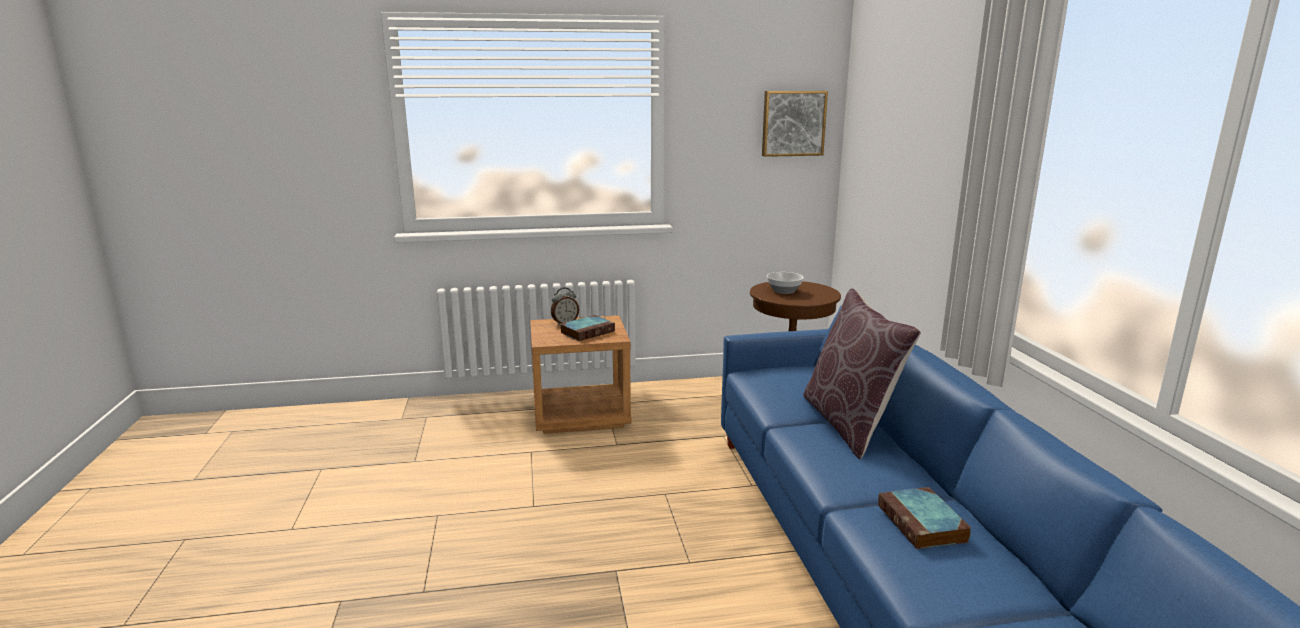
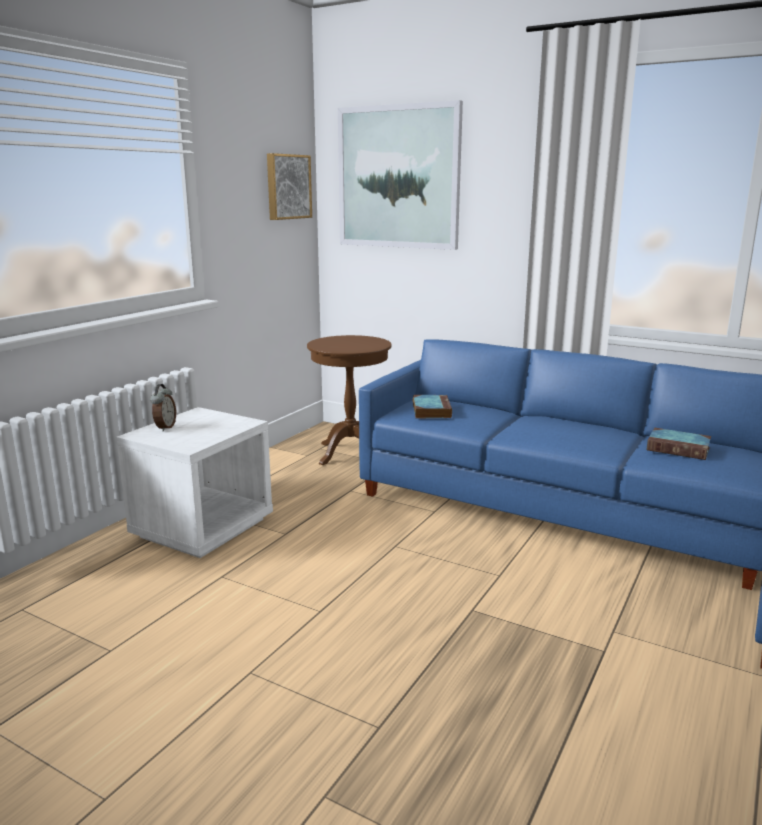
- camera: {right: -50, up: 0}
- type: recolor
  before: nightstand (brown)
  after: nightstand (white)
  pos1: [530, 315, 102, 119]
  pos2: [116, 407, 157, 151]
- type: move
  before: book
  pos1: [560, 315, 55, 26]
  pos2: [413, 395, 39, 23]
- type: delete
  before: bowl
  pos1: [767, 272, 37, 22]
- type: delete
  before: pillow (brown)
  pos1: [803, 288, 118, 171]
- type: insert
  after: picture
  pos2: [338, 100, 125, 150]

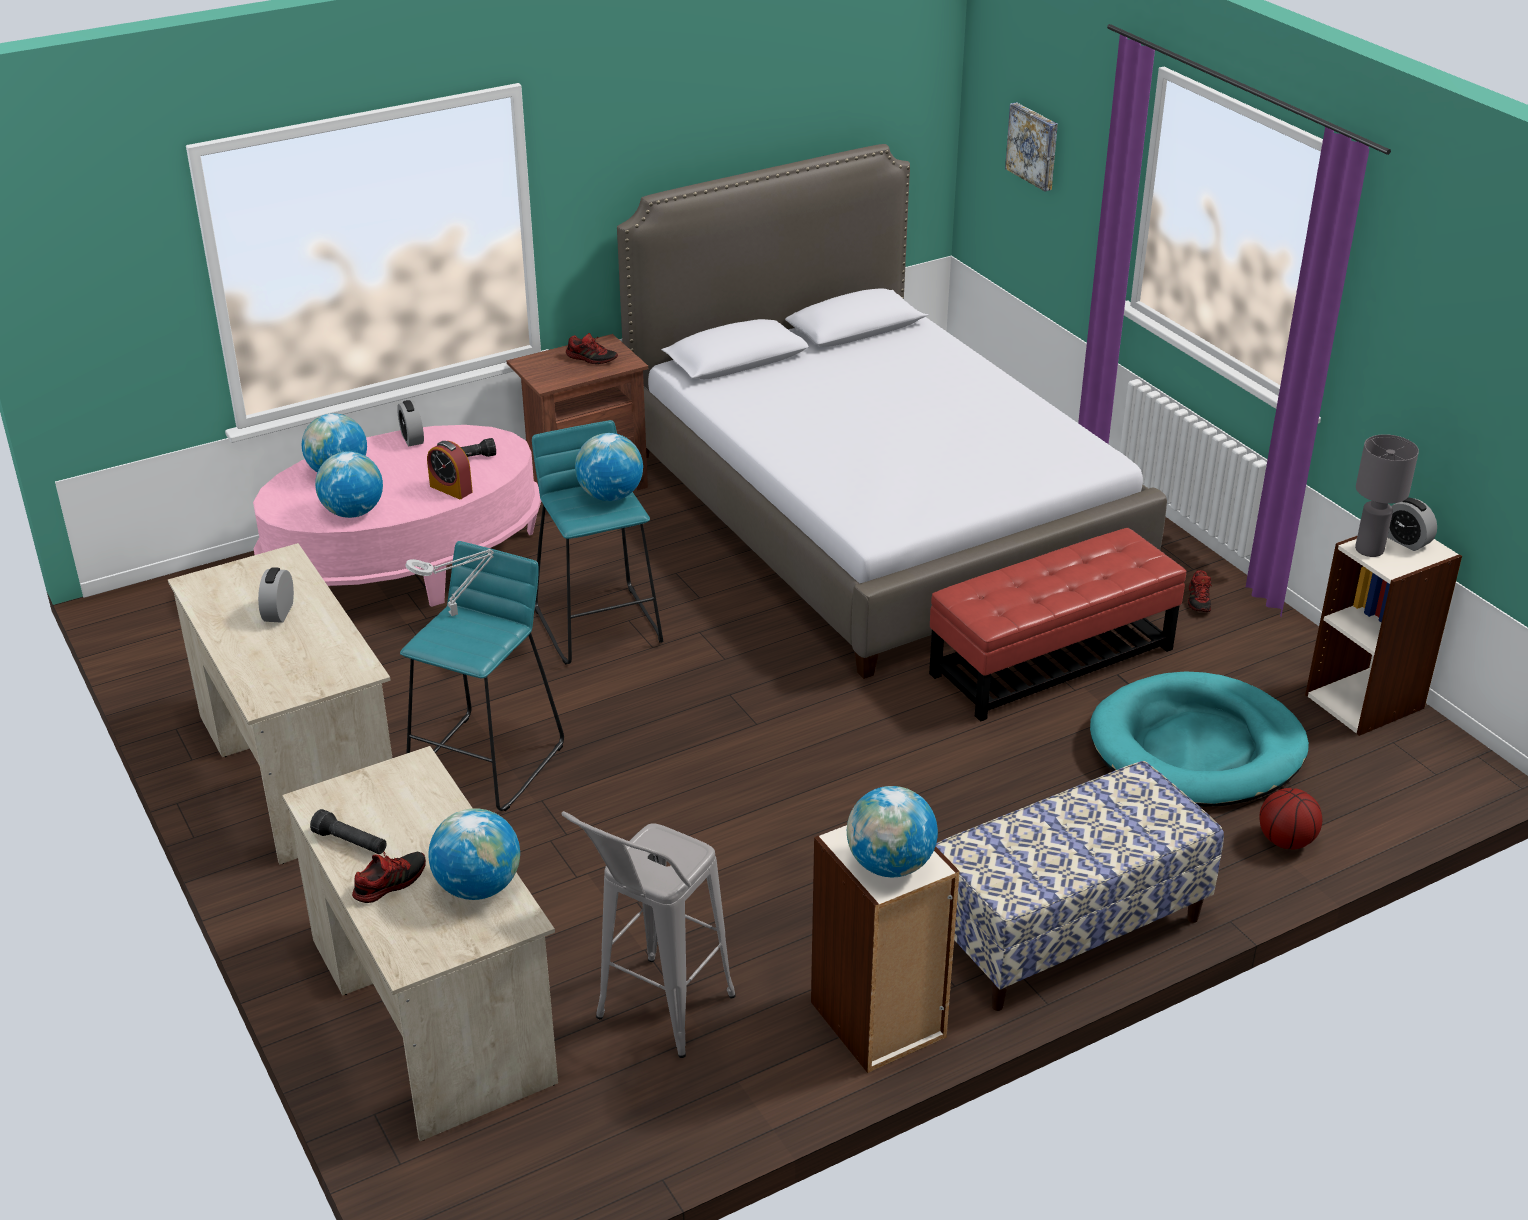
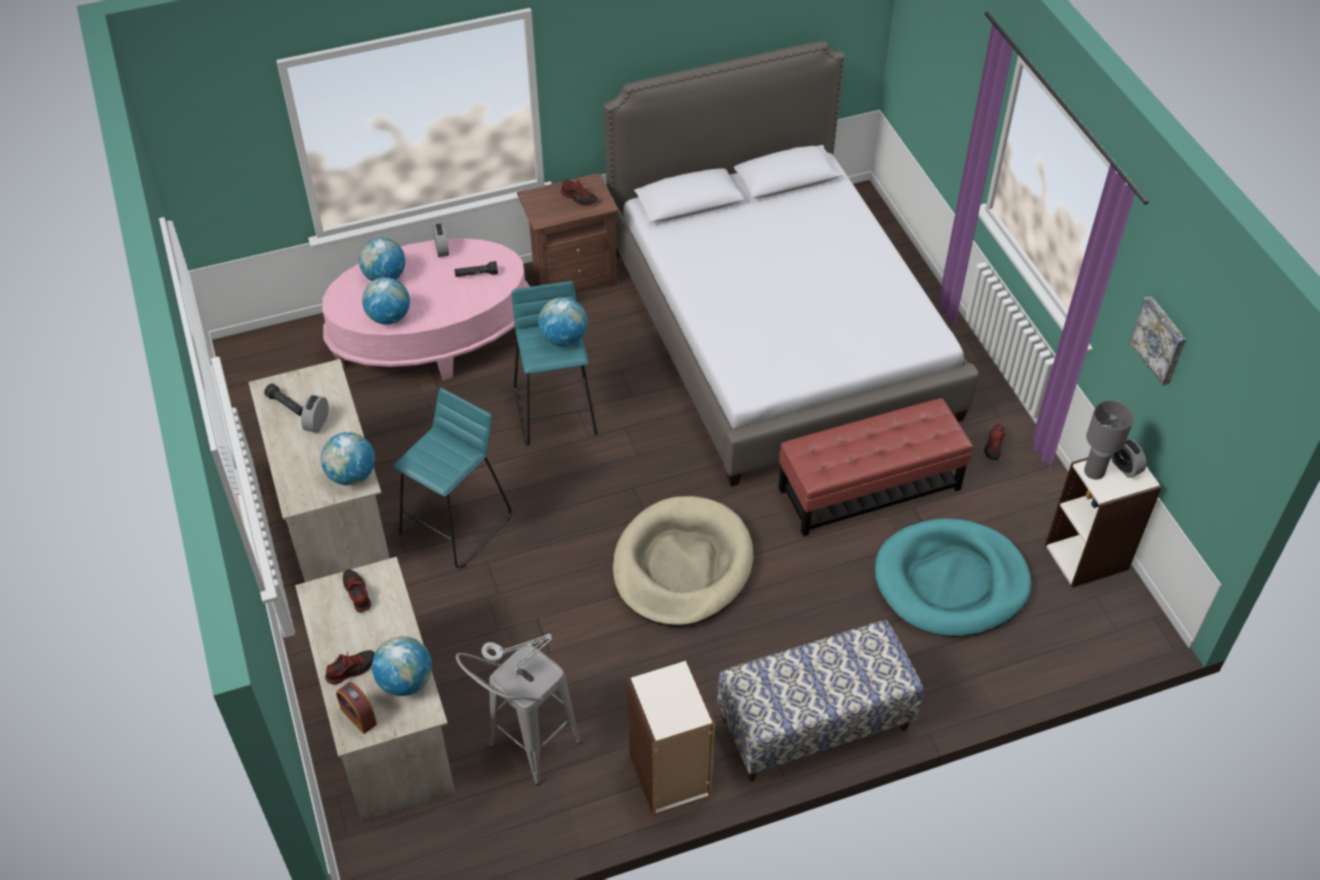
- camera: {right: 10, up: 15}
- type: move
  before: flashlight (black)
  pos1: [310, 809, 77, 45]
  pos2: [264, 384, 39, 32]
- type: move
  before: table lamp (grey)
  pos1: [405, 549, 89, 67]
  pos2: [481, 634, 72, 41]
- type: move
  before: alarm clock
  pos1: [427, 441, 46, 58]
  pos2: [336, 682, 41, 52]
- type: move
  before: globe
  pos1: [847, 786, 91, 91]
  pos2: [321, 432, 54, 53]
- type: move
  before: picture
  pos1: [1005, 102, 53, 89]
  pos2: [1129, 296, 57, 90]
- type: delete
  before: basketball
  pos1: [1259, 788, 63, 62]
- type: insert
  after: shoe
  pos2: [343, 569, 28, 43]
- type: insert
  after: dog bed (beige)
  pos2: [613, 496, 140, 131]

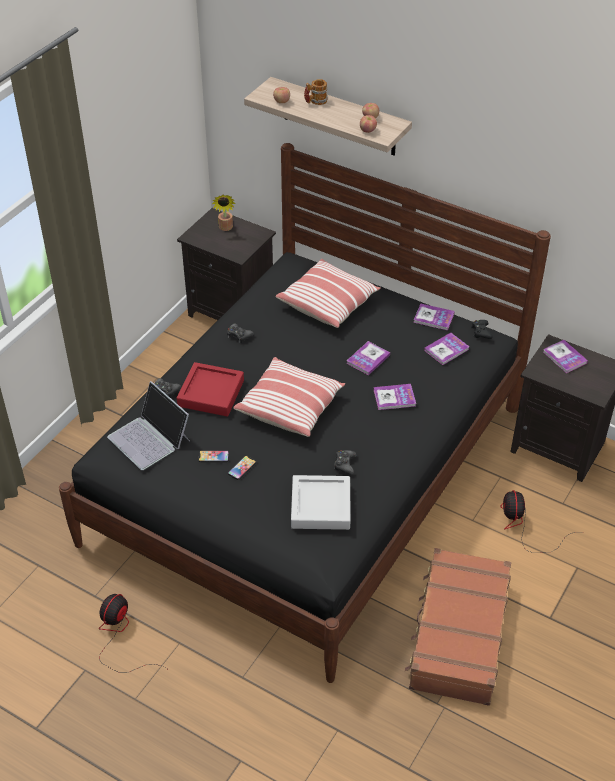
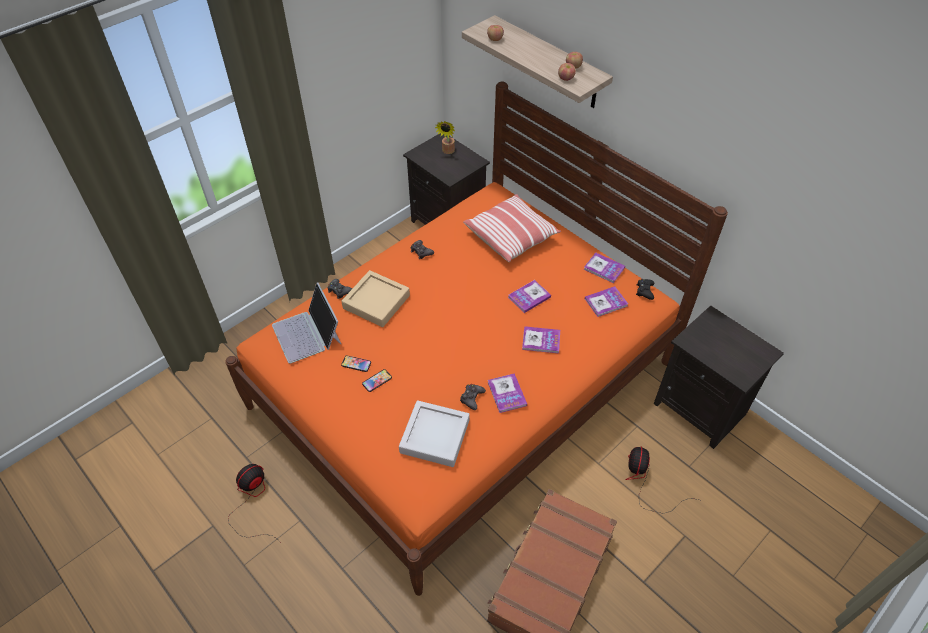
- camera: {right: 15, up: 5}
- type: recolor
  before: bed (black)
  after: bed (orange)
  pos1: [59, 143, 492, 540]
  pos2: [225, 82, 503, 514]
- type: recolor
  before: tray (red)
  after: tray (beige)
  pos1: [177, 362, 67, 55]
  pos2: [341, 270, 69, 57]
- type: delete
  before: pillow
  pos1: [233, 357, 112, 80]
- type: delete
  before: mug
  pos1: [304, 79, 23, 26]
- type: move
  before: book
  pos1: [543, 340, 45, 33]
  pos2: [488, 373, 39, 40]

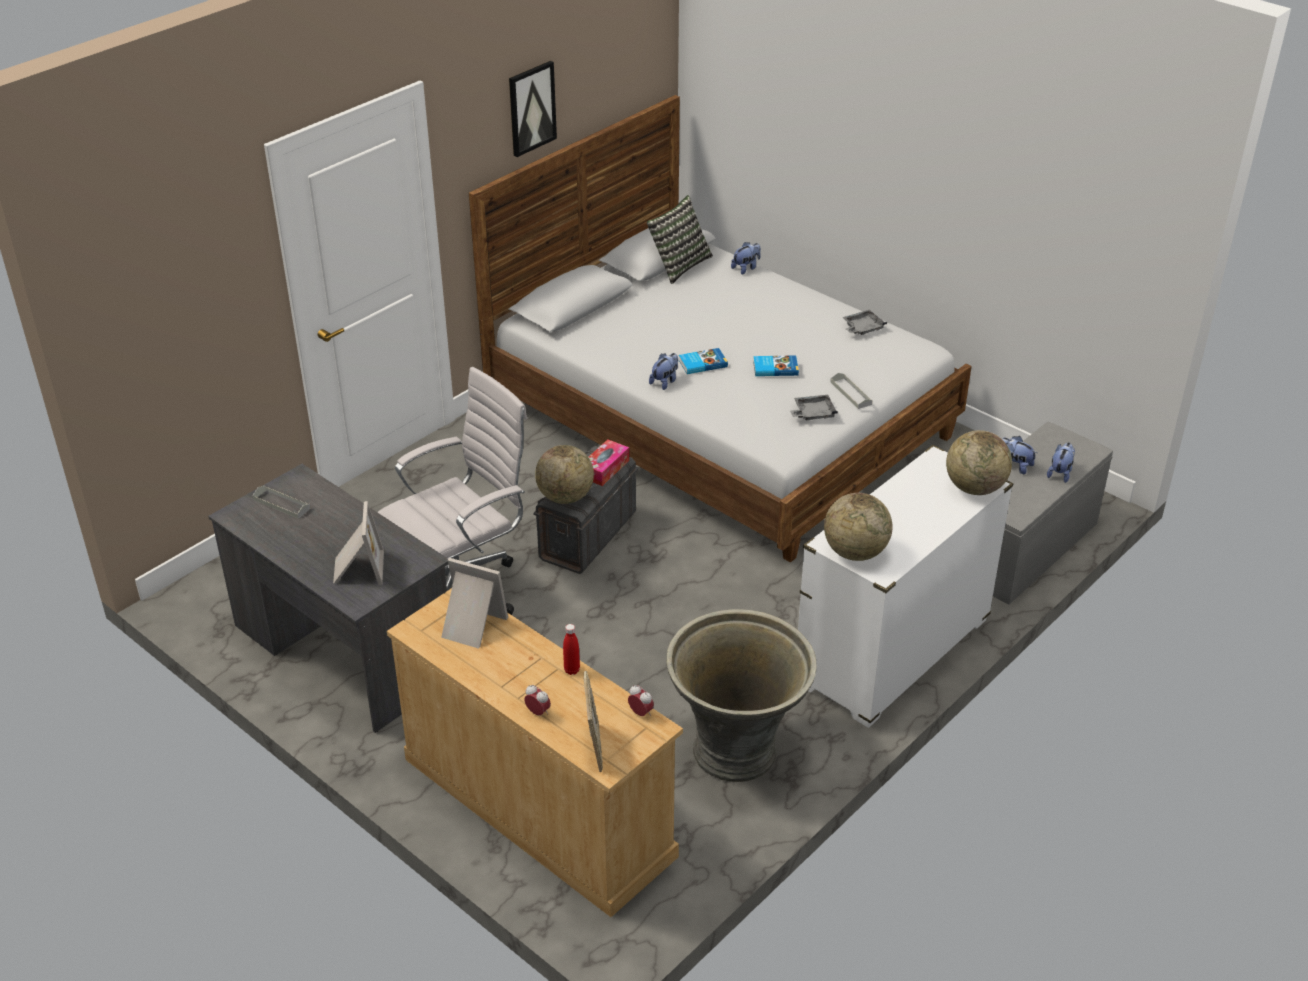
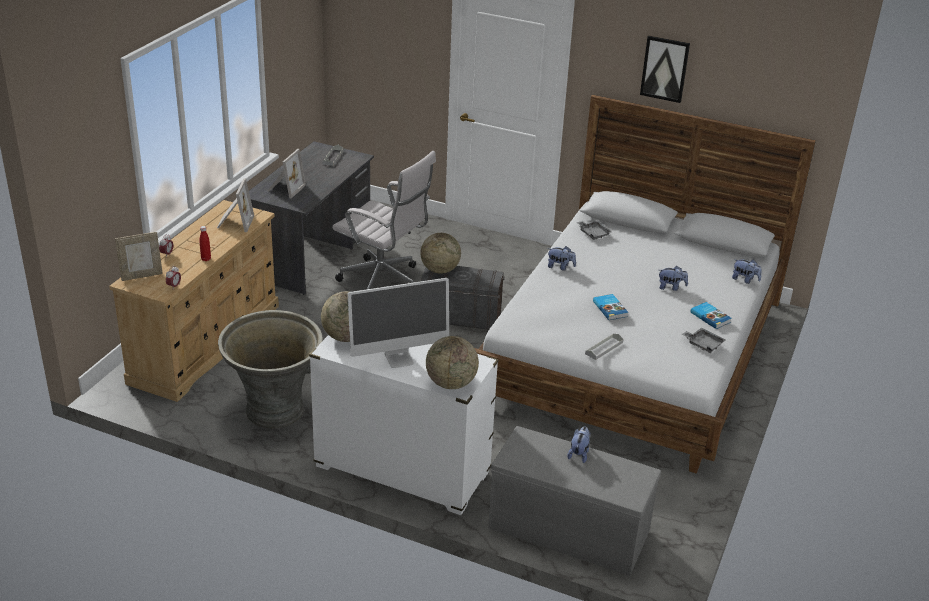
- camera: {right: 70, up: -5}
- type: rotate
  before: picture frame
  pos1: [333, 501, 51, 84]
  pos2: [268, 149, 38, 50]
  turn: -45
- type: delete
  before: tissue box
  pos1: [588, 439, 41, 47]
- type: delete
  before: pillow
  pos1: [647, 195, 66, 89]
- type: move
  before: book
  pos1: [679, 348, 49, 26]
  pos2: [690, 302, 42, 27]
- type: move
  before: tray (grey)
  pos1: [790, 395, 48, 25]
  pos2: [576, 220, 36, 20]
- type: move
  before: plush toy
  pos1: [1047, 442, 28, 41]
  pos2: [659, 266, 29, 25]
- type: insert
  after: monitor
  pos2: [348, 278, 101, 90]

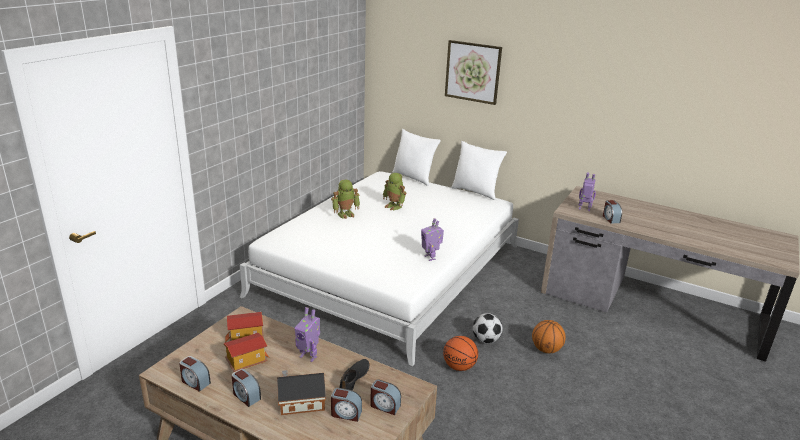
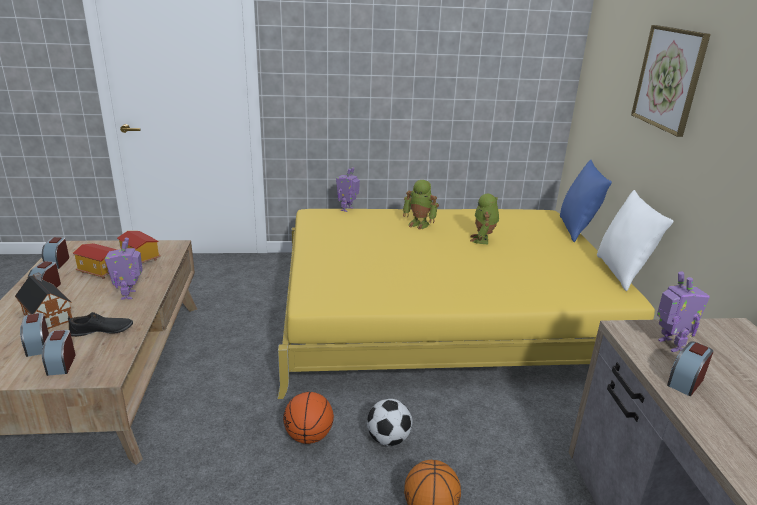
- camera: {right: 55, up: 0}
- type: recolor
  before: bed (white)
  after: bed (yellow)
  pos1: [240, 171, 279, 195]
  pos2: [277, 209, 378, 190]
- type: recolor
  before: pillow (white)
  after: pillow (blue)
  pos1: [392, 129, 49, 57]
  pos2: [560, 160, 52, 82]
- type: move
  before: toy robot
  pos1: [421, 218, 23, 43]
  pos2: [336, 167, 24, 45]

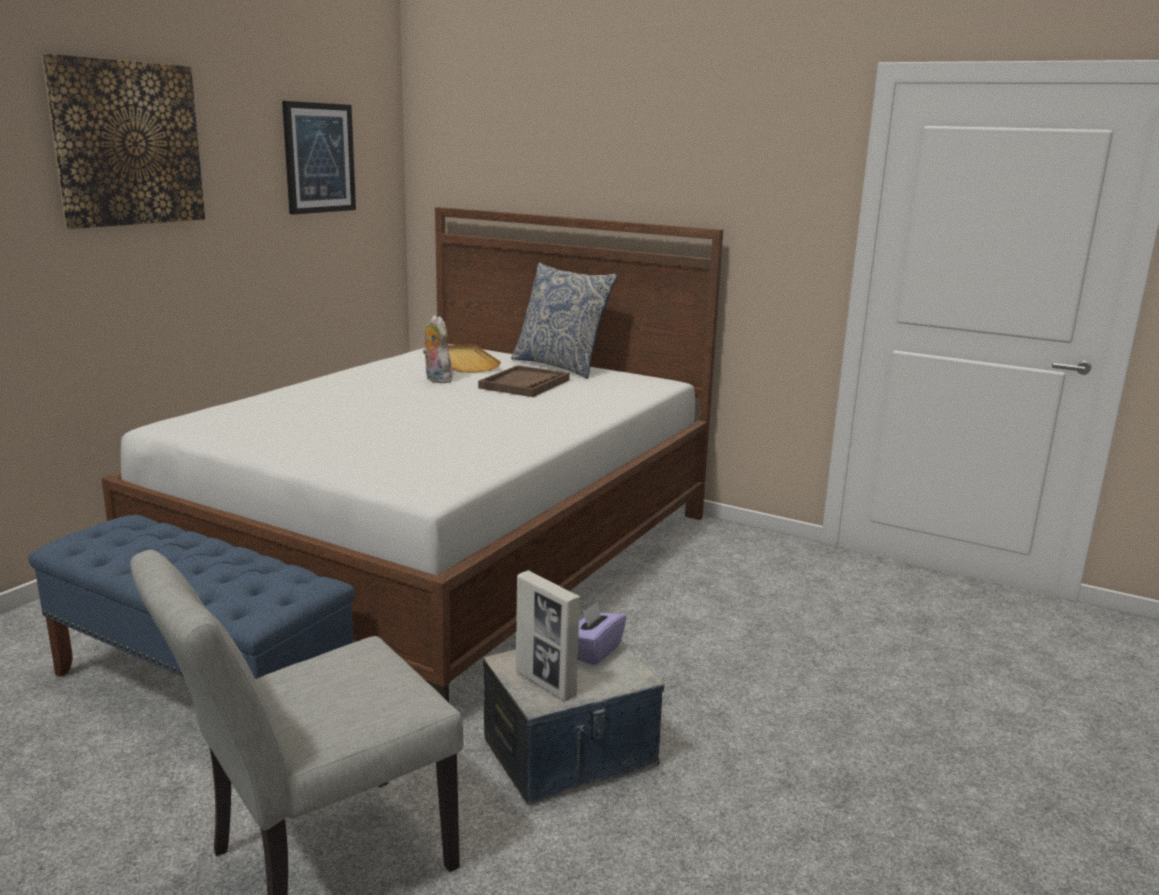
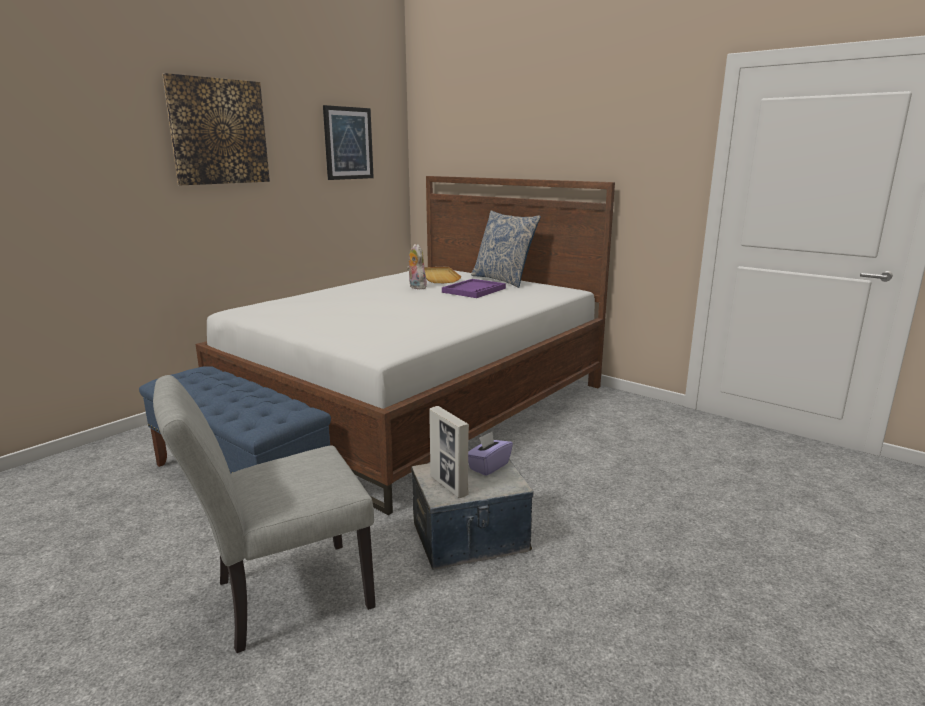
- camera: {right: 10, up: 0}
- type: recolor
  before: tray (brown)
  after: tray (purple)
  pos1: [478, 365, 92, 32]
  pos2: [442, 279, 64, 19]

